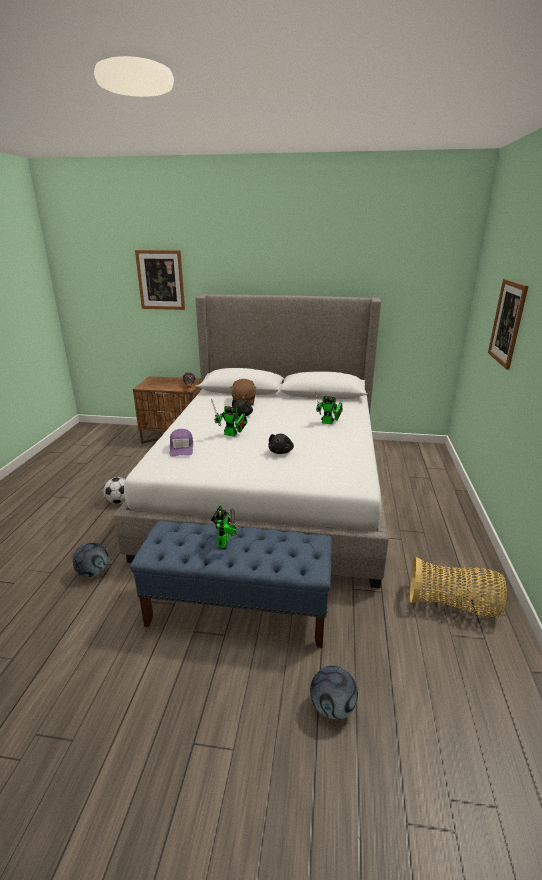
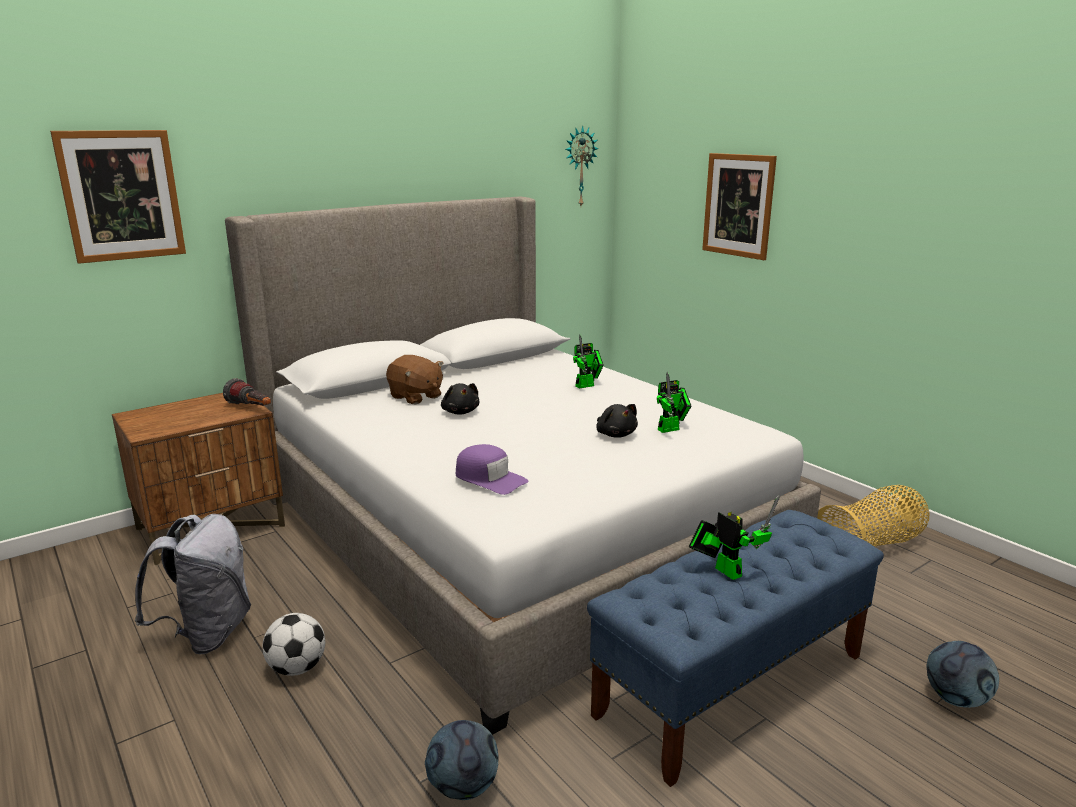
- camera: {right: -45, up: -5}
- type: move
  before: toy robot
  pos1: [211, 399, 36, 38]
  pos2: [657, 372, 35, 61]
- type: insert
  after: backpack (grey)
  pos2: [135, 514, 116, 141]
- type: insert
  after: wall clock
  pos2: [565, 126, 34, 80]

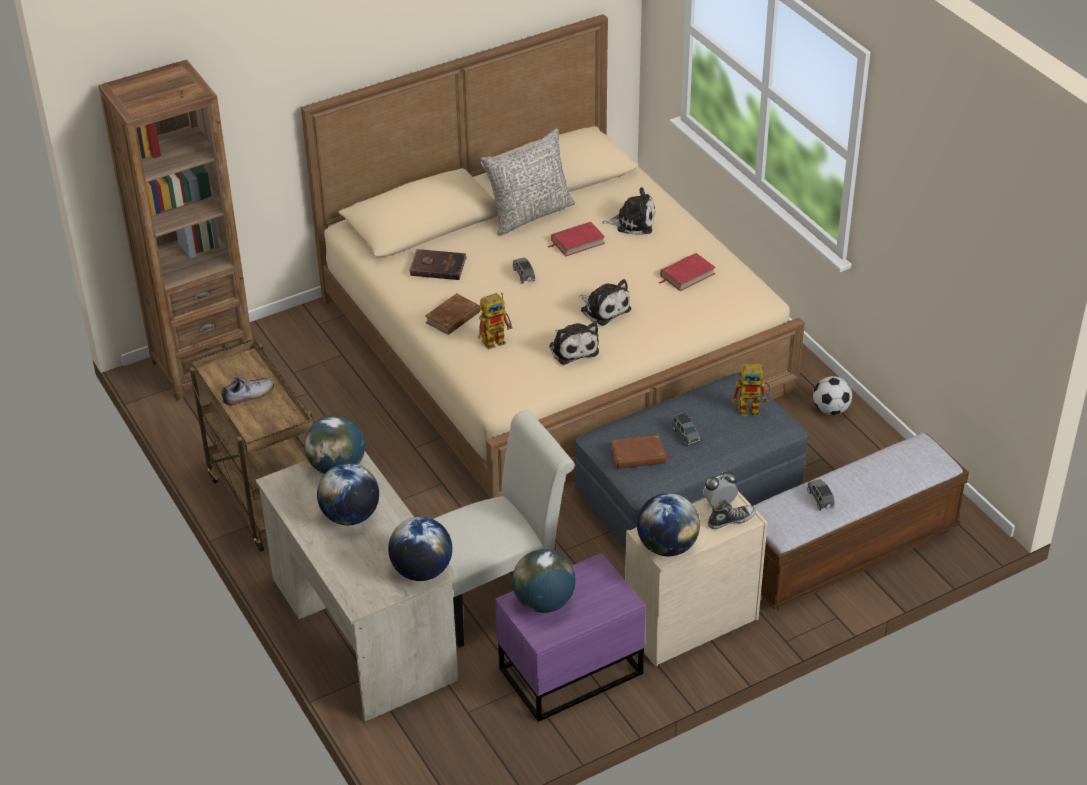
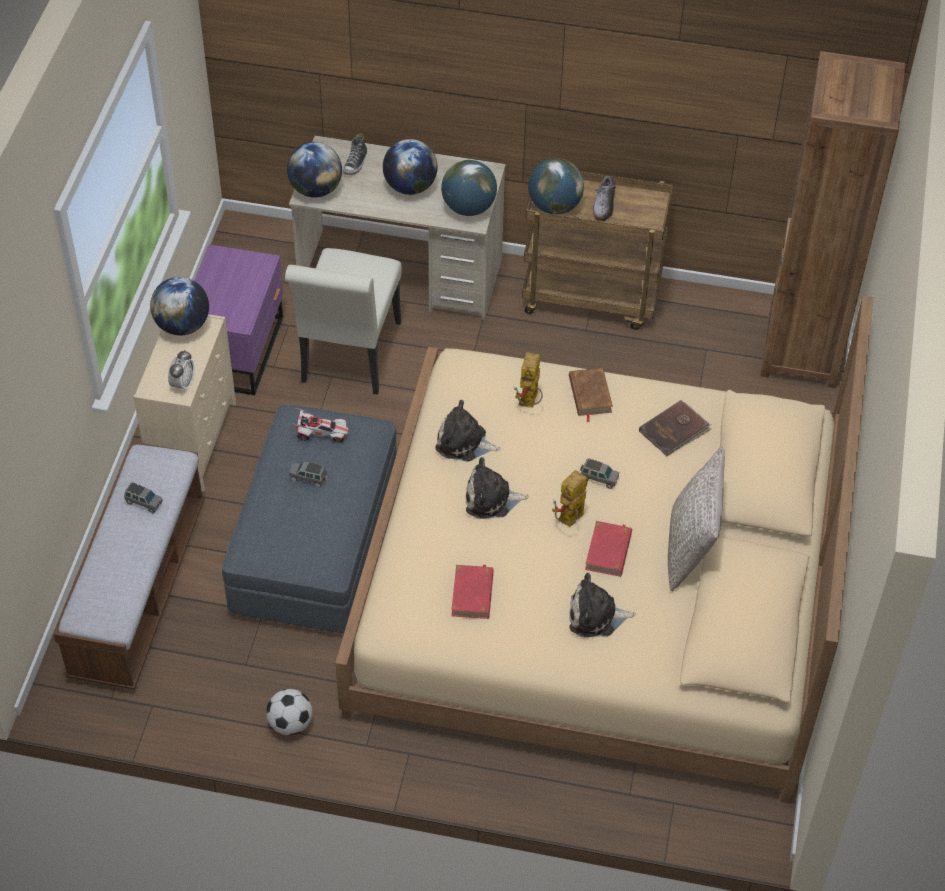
- camera: {right: 130, up: 10}
- type: move
  before: globe
  pos1: [512, 549, 64, 64]
  pos2: [528, 158, 56, 56]
- type: rotate
  before: plush toy
  pos1: [602, 187, 53, 48]
  pos2: [570, 573, 66, 64]
  turn: 45
- type: replace
  before: book (brown)
  after: toy car
  pos1: [611, 435, 62, 34]
  pos2: [292, 408, 58, 35]
- type: move
  before: shoe
  pos1: [708, 500, 48, 29]
  pos2: [343, 133, 24, 42]
- type: move
  before: toy robot
  pos1: [732, 363, 38, 53]
  pos2: [552, 470, 36, 57]

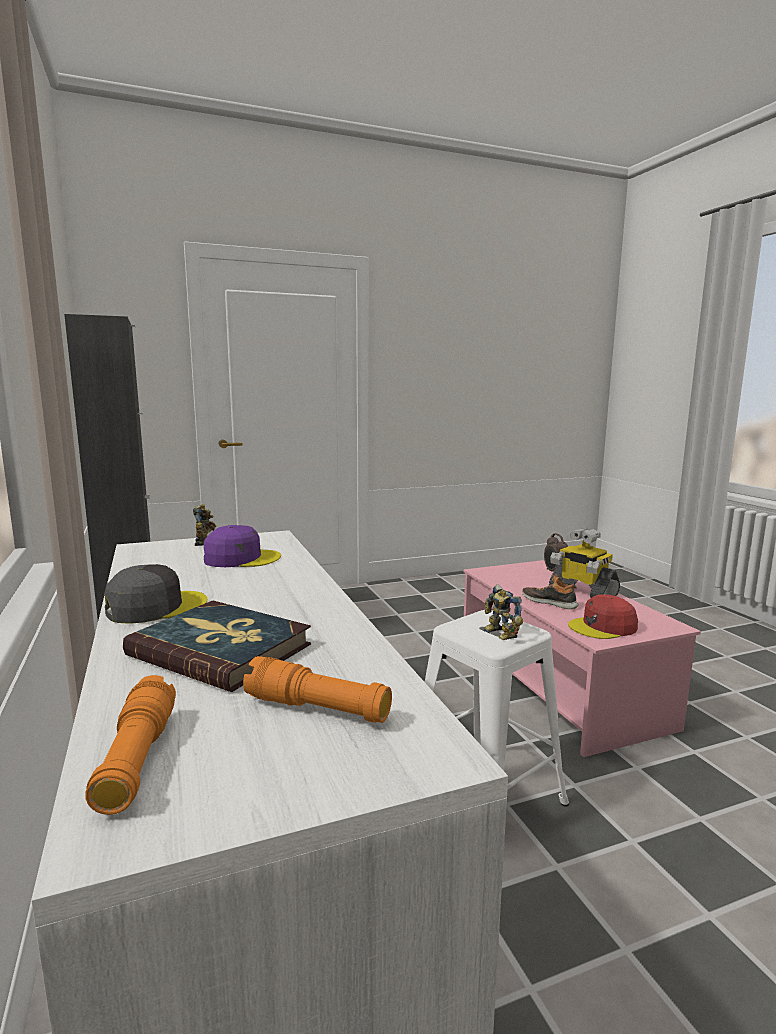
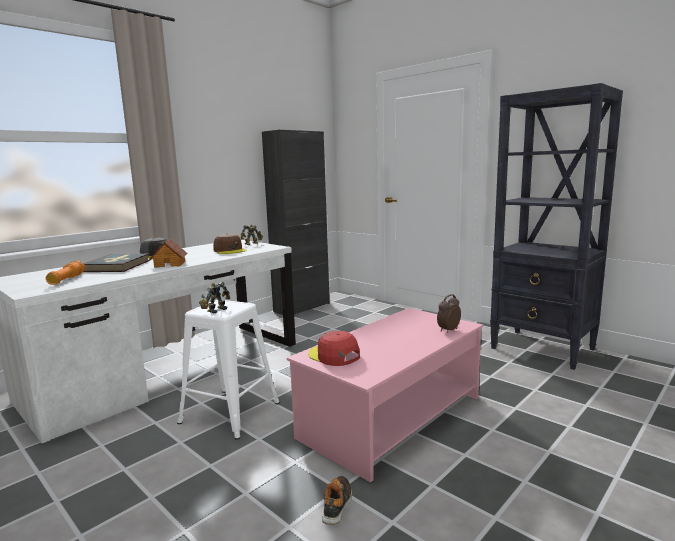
- camera: {right: 65, up: 0}
- type: delete
  before: flashlight (orange)
  pos1: [86, 675, 90, 140]
- type: recolor
  before: cap (purple)
  after: cap (brown)
  pos1: [204, 525, 77, 42]
  pos2: [213, 234, 34, 20]
- type: move
  before: shoe
  pos1: [522, 574, 57, 35]
  pos2: [322, 476, 30, 49]
- type: delete
  before: toy robot
  pos1: [549, 528, 71, 70]
- type: insert
  after: toy house
  pos2: [149, 239, 38, 29]
- type: insert
  after: bookcase (black)
  pos2: [490, 83, 133, 287]

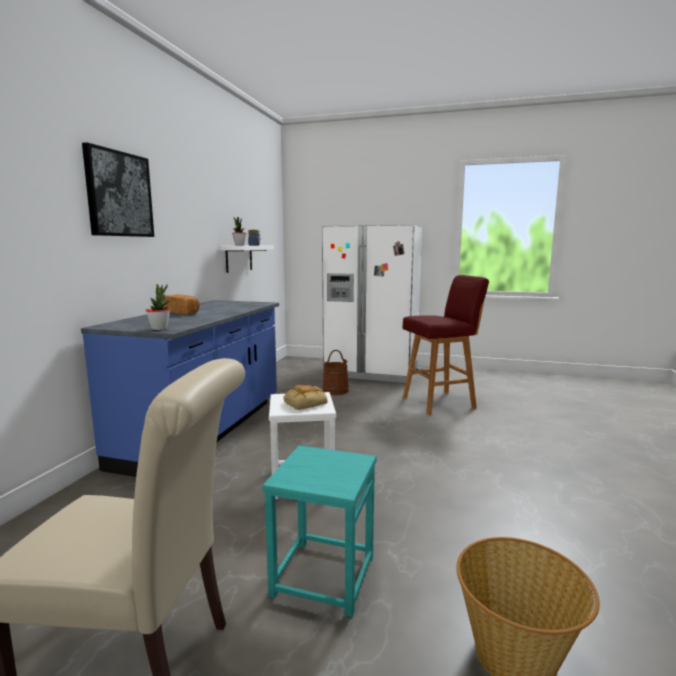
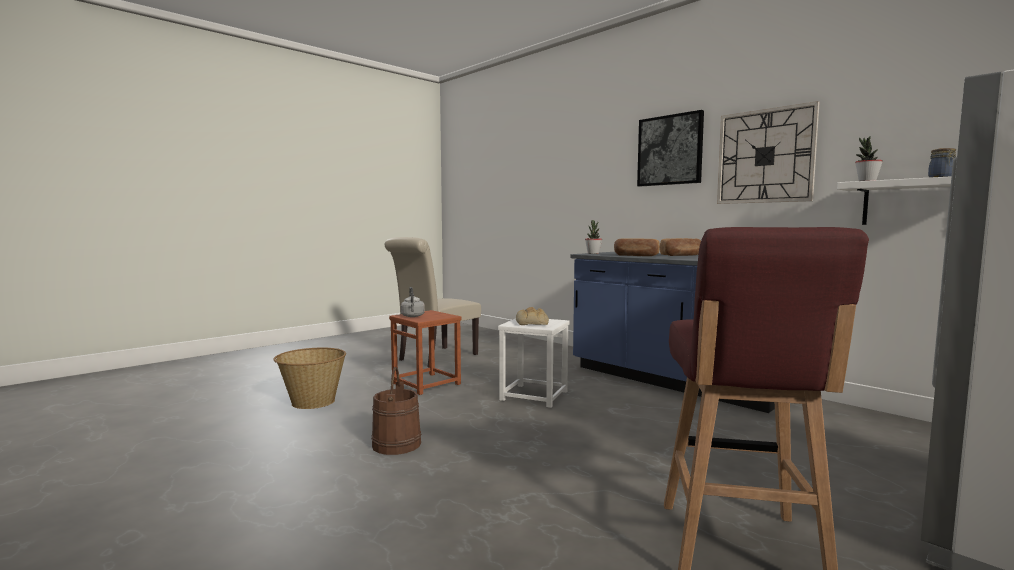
- camera: {right: 120, up: -5}
- type: recolor
  before: stool (turquoise)
  after: stool (brown)
  pos1: [262, 445, 114, 172]
  pos2: [389, 310, 72, 85]
- type: move
  before: bucket (brown)
  pos1: [323, 350, 26, 45]
  pos2: [371, 367, 50, 88]
- type: insert
  after: kettle (grey)
  pos2: [401, 287, 24, 30]
- type: insert
  after: bread
  pos2: [614, 238, 46, 18]
- type: insert
  after: wall clock
  pos2: [717, 101, 103, 103]

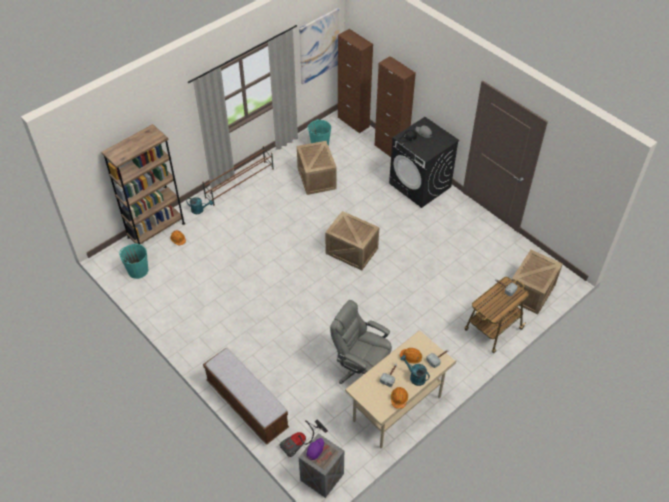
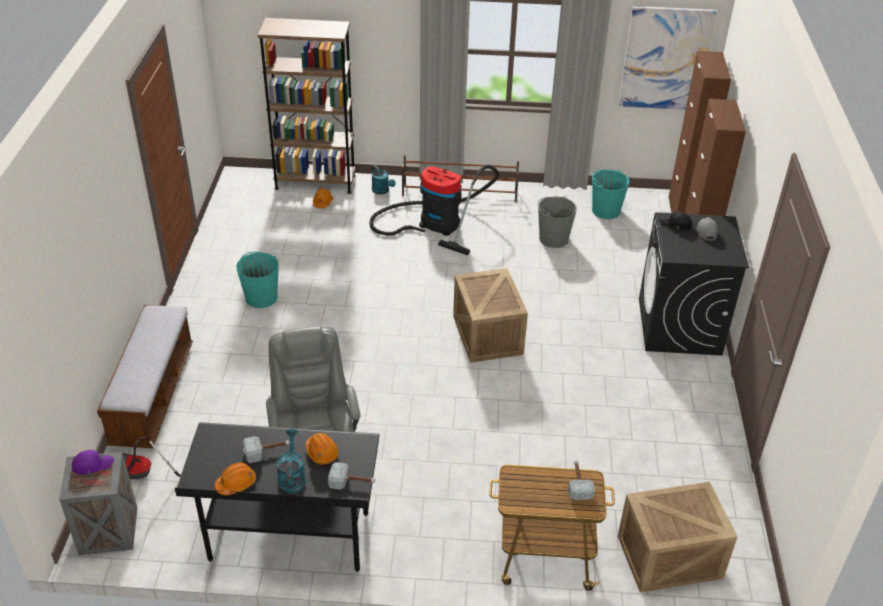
- camera: {right: 45, up: -10}
- type: move
  before: bucket (turquoise)
  pos1: [119, 243, 29, 36]
  pos2: [236, 251, 43, 57]
- type: replace
  before: crate
  after: bucket (grey)
  pos1: [297, 141, 40, 54]
  pos2: [538, 196, 39, 52]
- type: recolor
  before: desk (beige)
  after: desk (black)
  pos1: [345, 330, 112, 118]
  pos2: [175, 422, 204, 150]
- type: insert
  after: vacuum cleaner
  pos2: [369, 165, 130, 90]

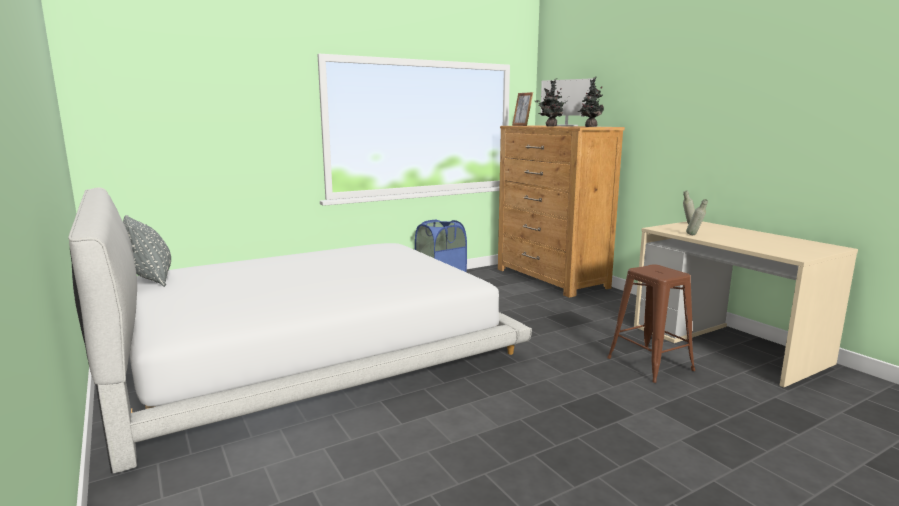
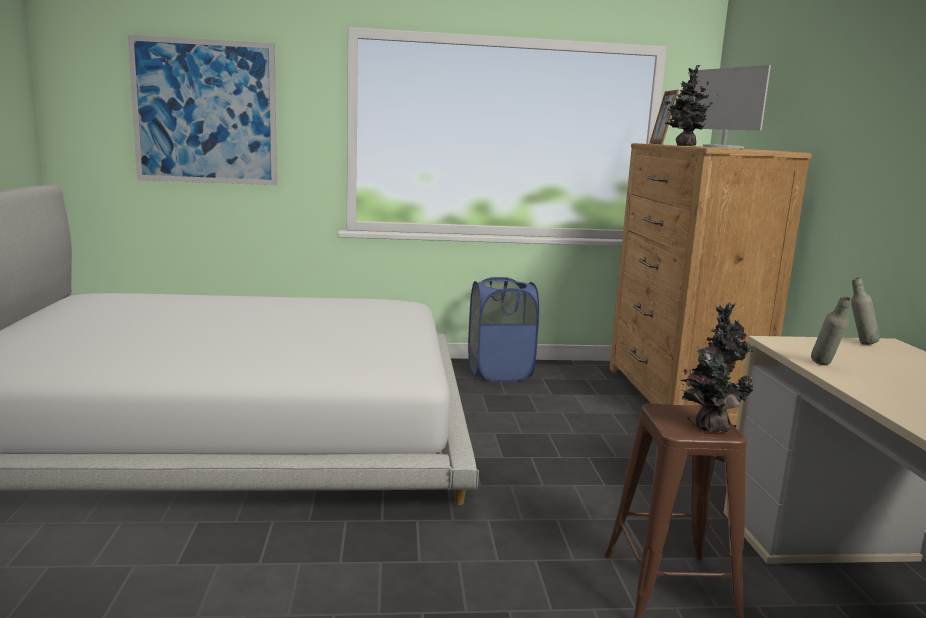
- camera: {right: 25, up: 0}
- type: delete
  before: pillow (grey)
  pos1: [123, 215, 48, 72]
- type: move
  before: potted plant
  pos1: [578, 77, 26, 50]
  pos2: [681, 303, 73, 129]
- type: insert
  after: picture
  pos2: [128, 35, 149, 150]

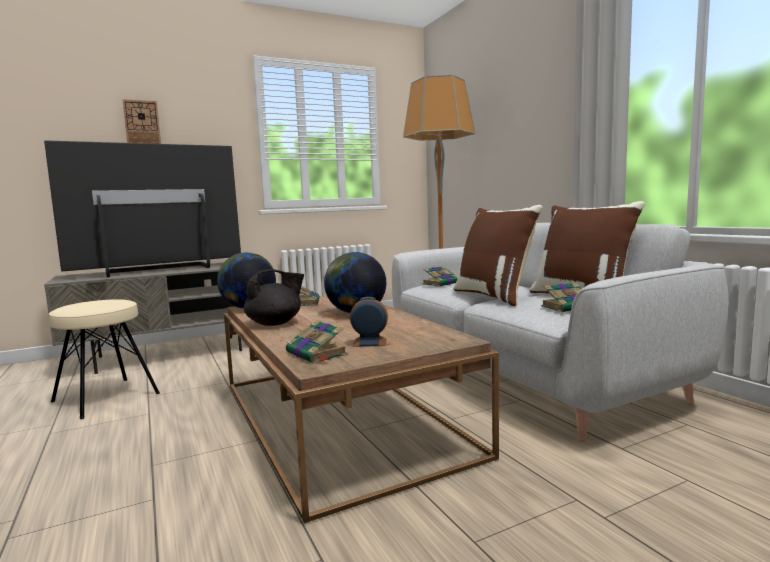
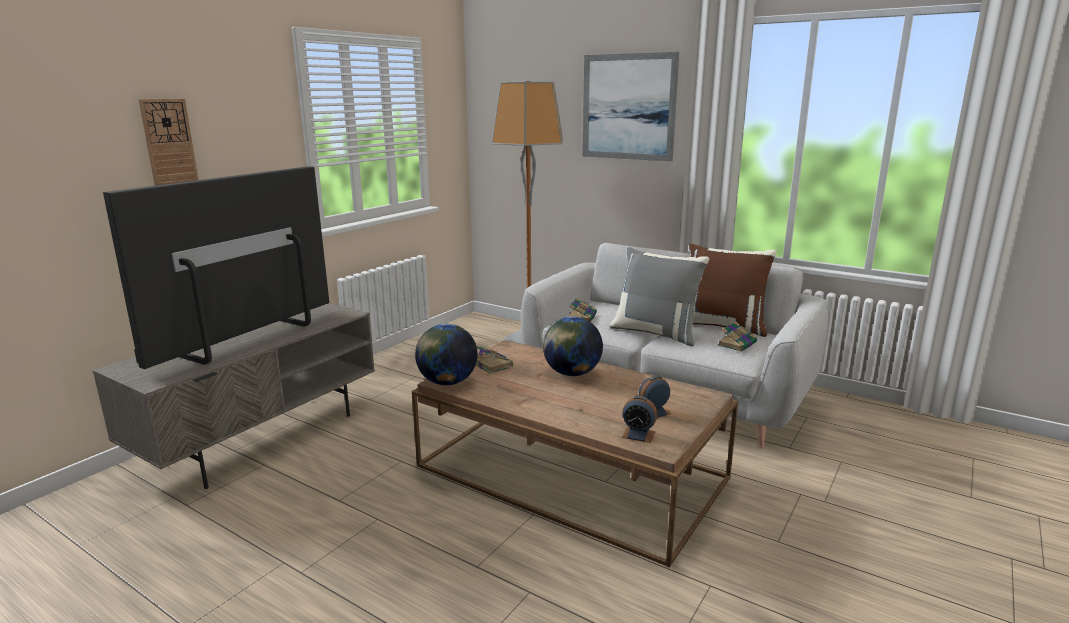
- camera: {right: -30, up: 10}
- type: delete
  before: stool (beige)
  pos1: [49, 299, 111, 120]
- type: delete
  before: teapot (black)
  pos1: [244, 269, 60, 57]
- type: replace
  before: book
  after: alarm clock
  pos1: [286, 320, 62, 43]
  pos2: [622, 396, 36, 47]
- type: recolor
  before: pillow (brown)
  after: pillow (grey)
  pos1: [454, 205, 89, 102]
  pos2: [610, 247, 99, 99]
- type: insert
  after: picture
  pos2: [582, 52, 97, 109]

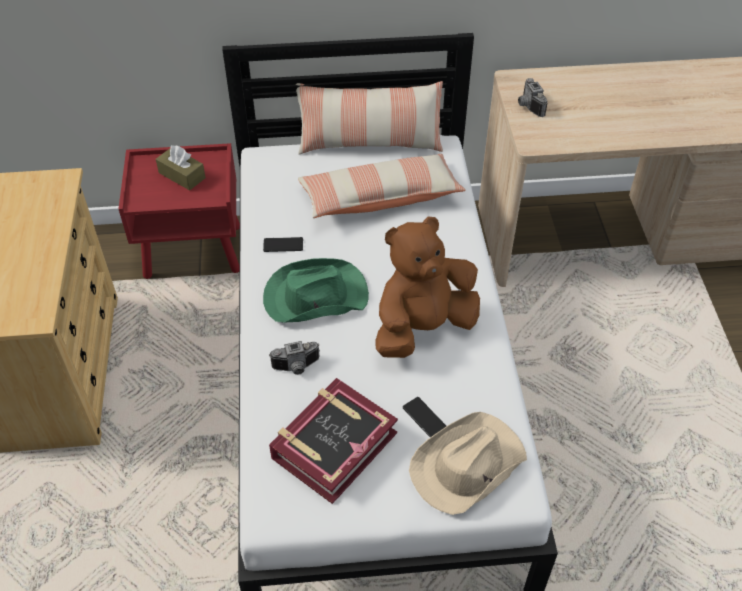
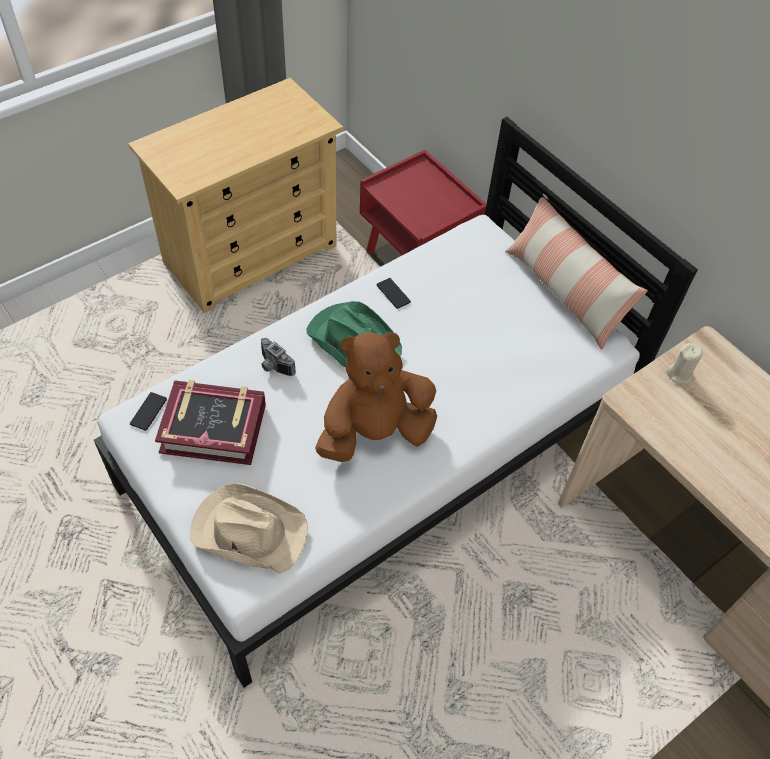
- camera: {right: 55, up: 5}
- type: delete
  before: tissue box (brown)
  pos1: [156, 145, 50, 45]
- type: delete
  before: pillow
  pos1: [298, 154, 168, 64]
- type: rotate
  before: plush toy (brown)
  pos1: [375, 217, 105, 141]
  pos2: [315, 332, 122, 130]
  turn: -45
- type: move
  before: phone
  pos1: [403, 397, 43, 40]
  pos2: [130, 392, 37, 39]
- type: replace
  before: photo camera
  after: candle (beige)
  pos1: [518, 78, 30, 39]
  pos2: [666, 343, 37, 41]

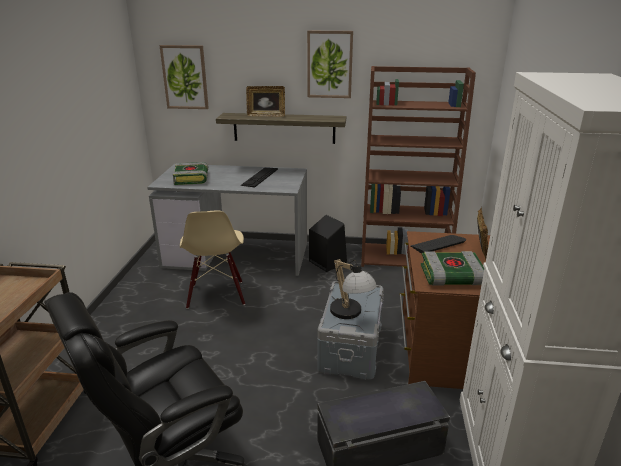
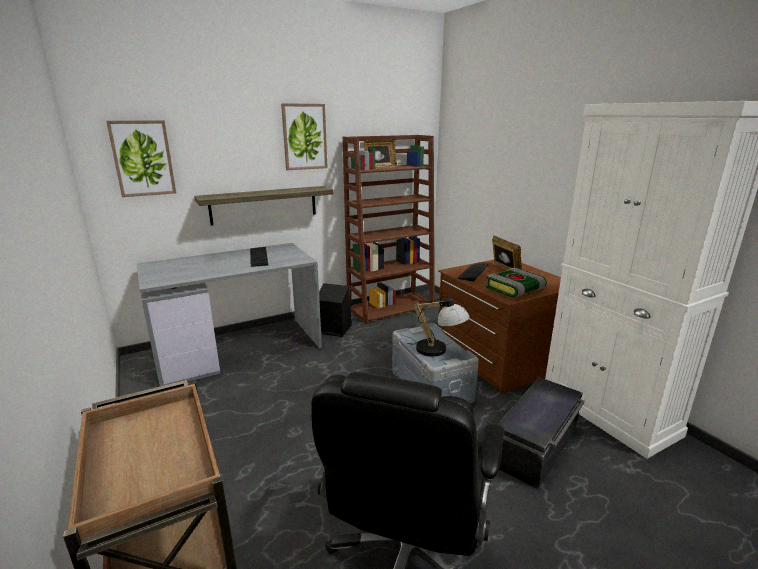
- camera: {right: -35, up: -5}
- type: delete
  before: book
  pos1: [173, 162, 35, 23]
- type: delete
  before: chair (beige)
  pos1: [180, 210, 65, 99]
- type: move
  before: picture frame
  pos1: [246, 86, 39, 31]
  pos2: [364, 139, 34, 30]

